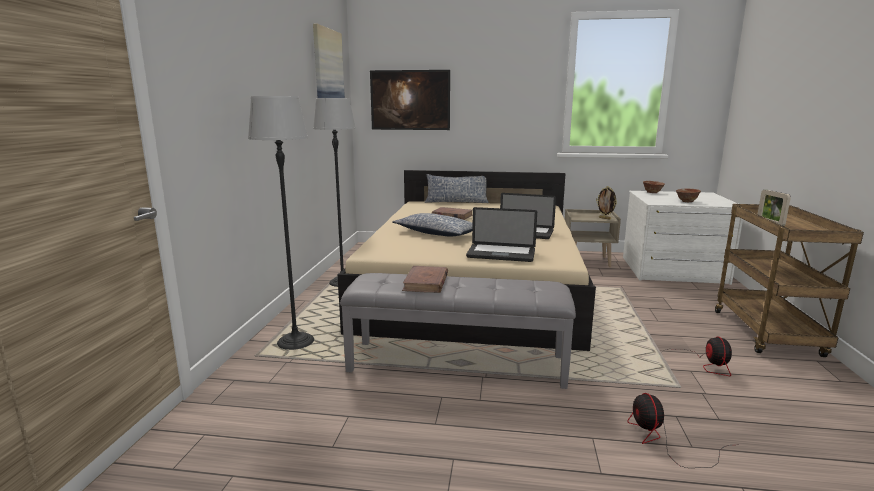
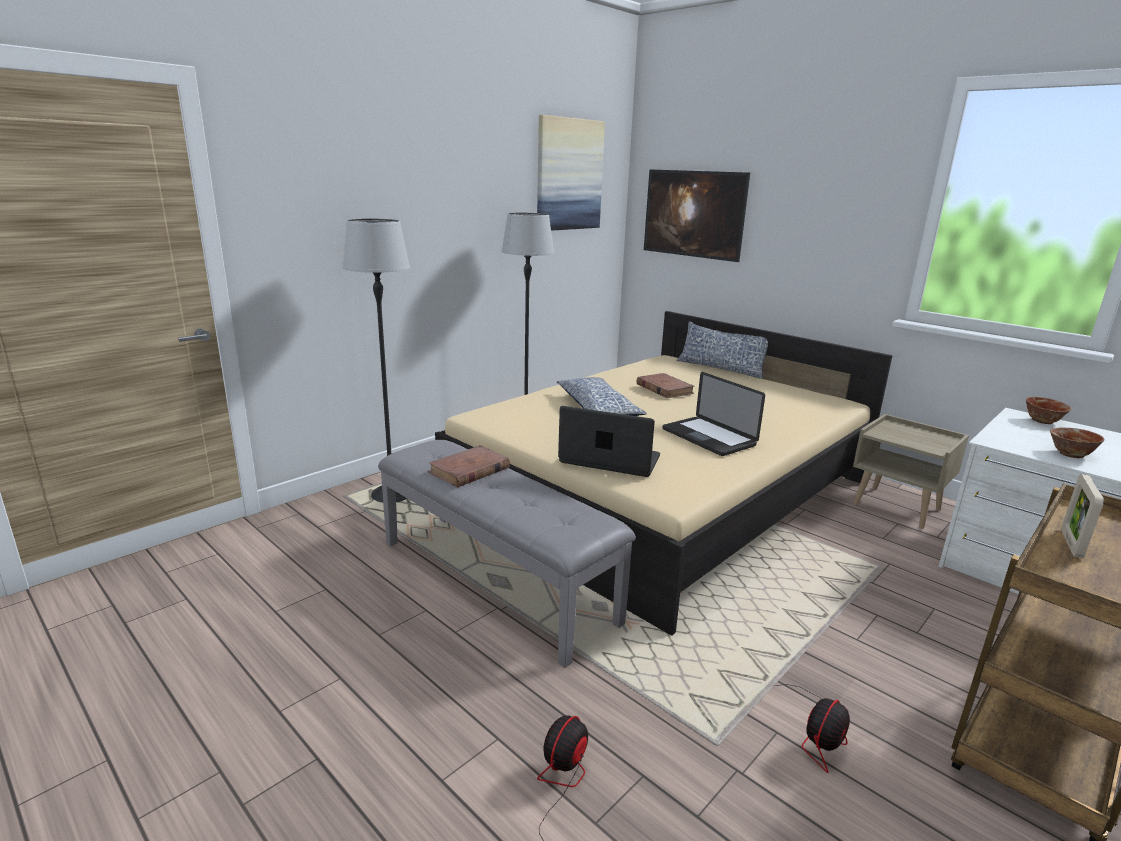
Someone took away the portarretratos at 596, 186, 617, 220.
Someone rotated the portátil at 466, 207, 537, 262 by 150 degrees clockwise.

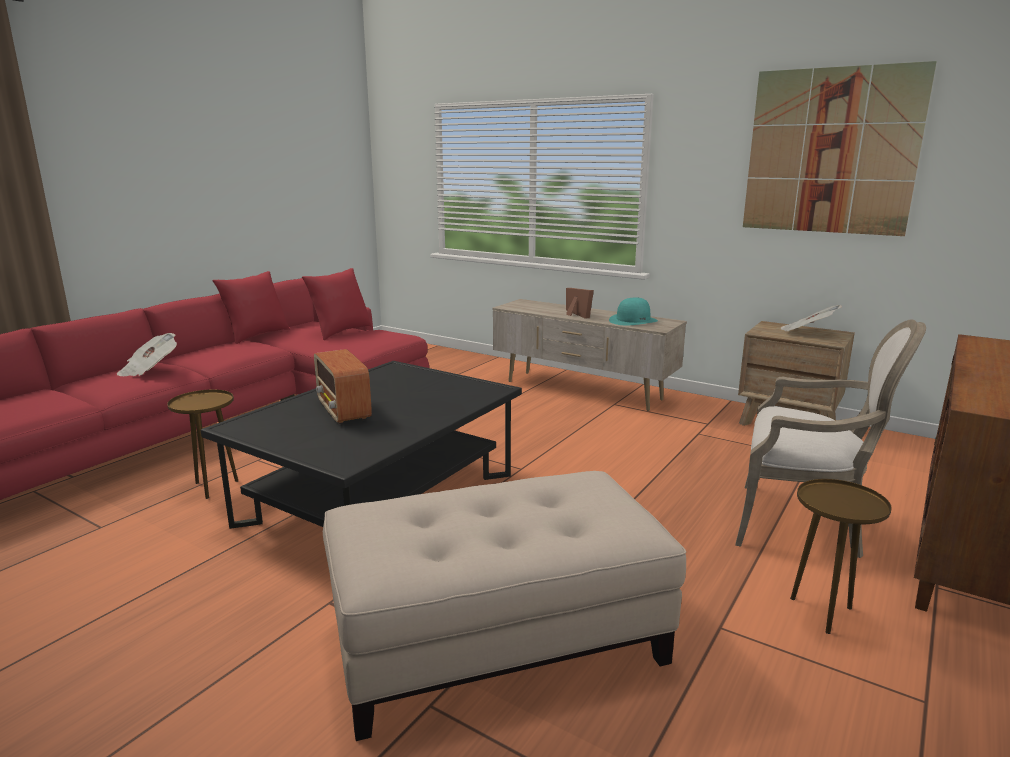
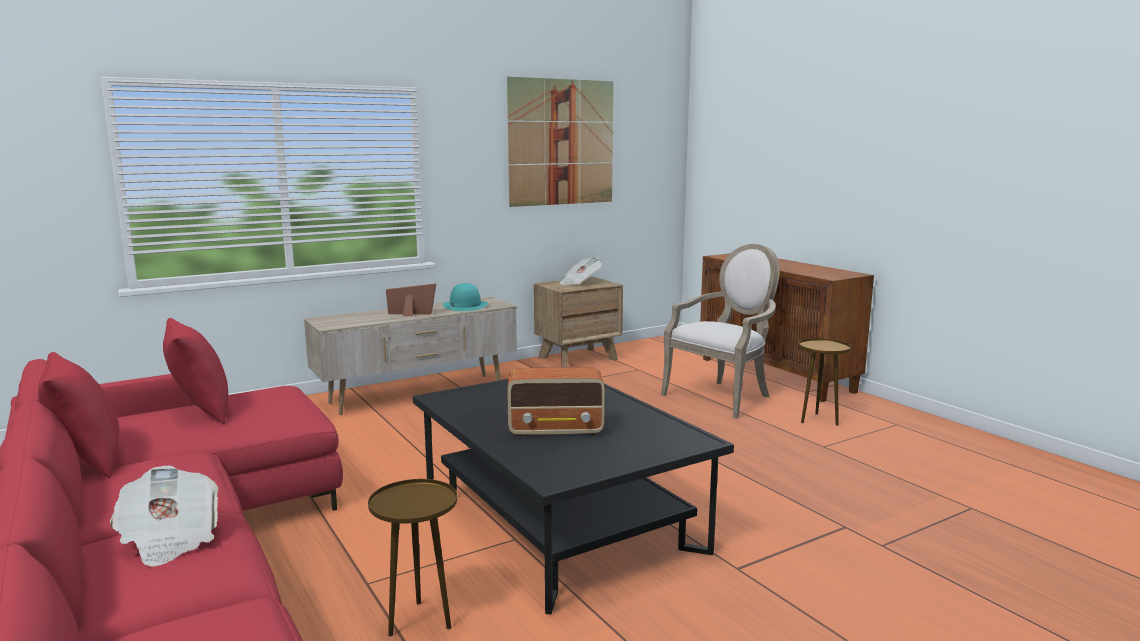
Someone took away the puf (beis) at 323, 471, 686, 741.

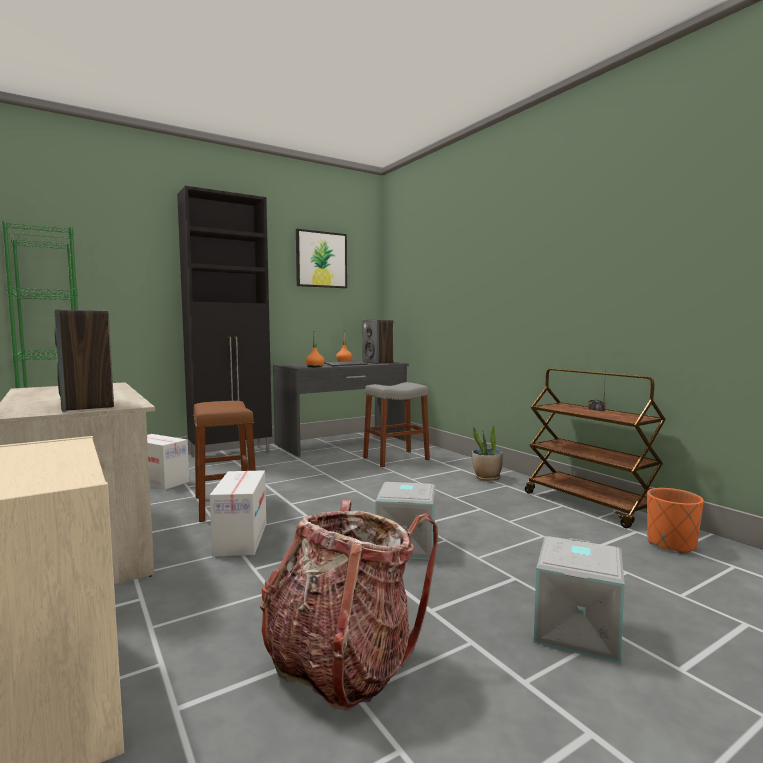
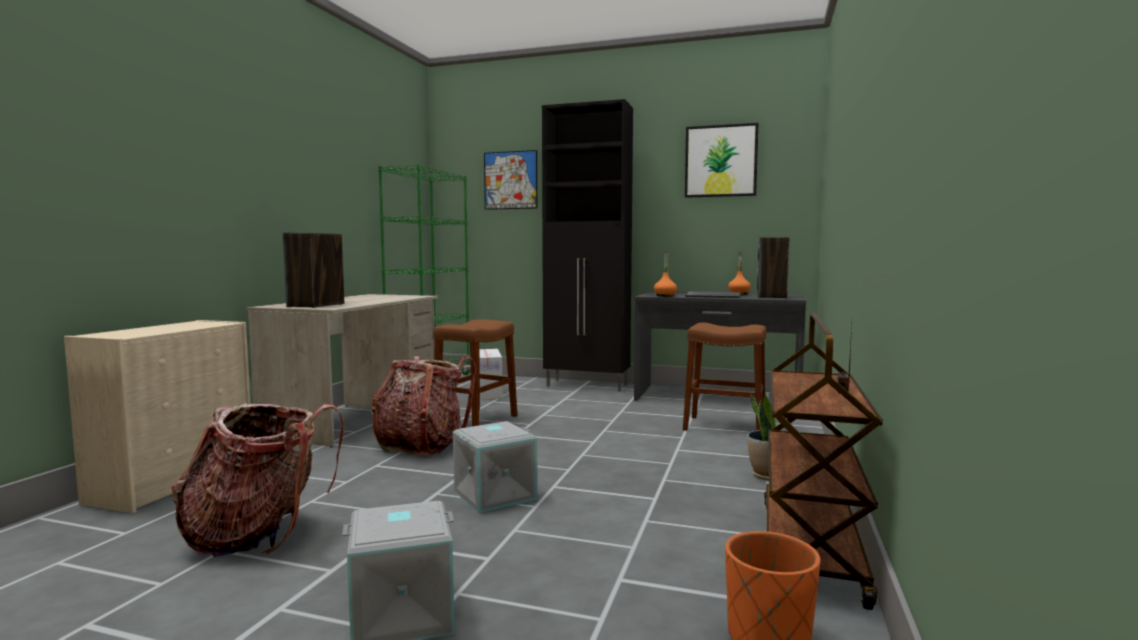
Someone repainted the taburete (gris) at 363, 382, 430, 467, which became the taburete (marrón) at 683, 323, 766, 431.
Someone swapped the caja de cartón at 210, 470, 266, 557 for the mochila at 372, 356, 476, 456.
Someone put up the cuadro at 484, 150, 537, 210.

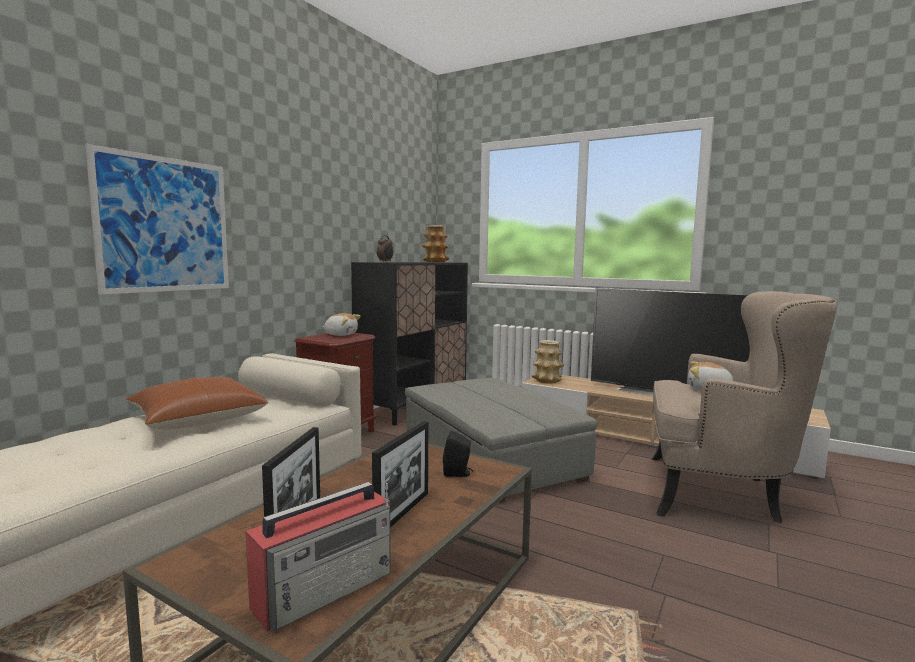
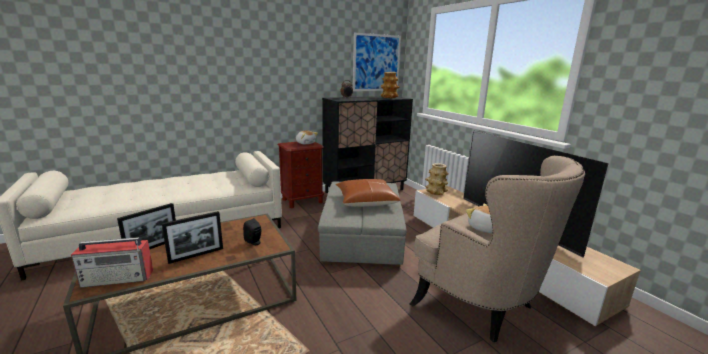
Someone carried the cuadro from 85, 144, 229, 295 to 353, 33, 401, 91.
Someone carried the cojín (marrón) from 125, 377, 268, 429 to 335, 179, 401, 207.

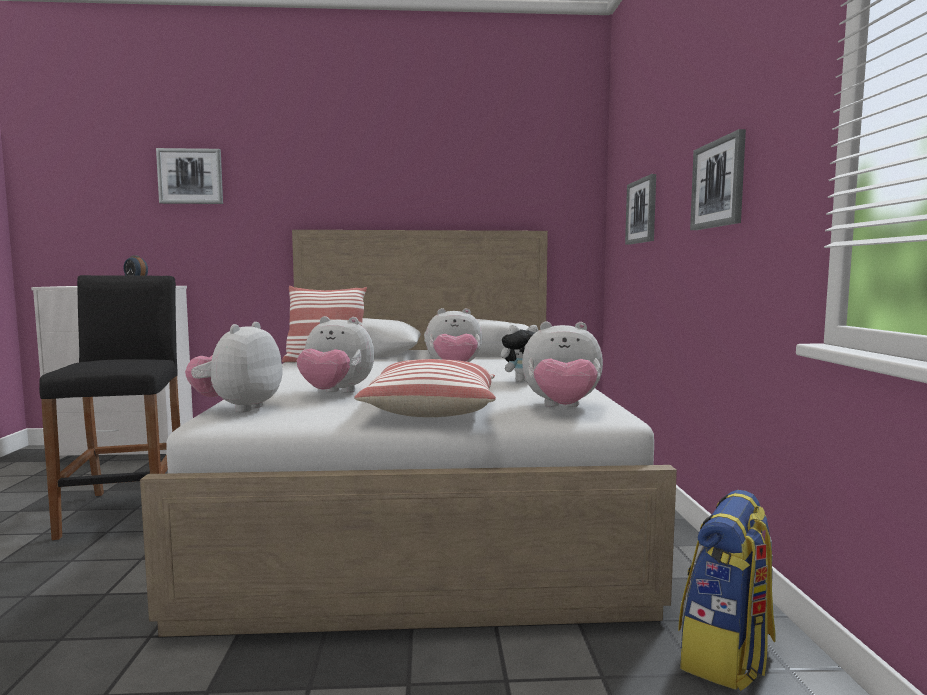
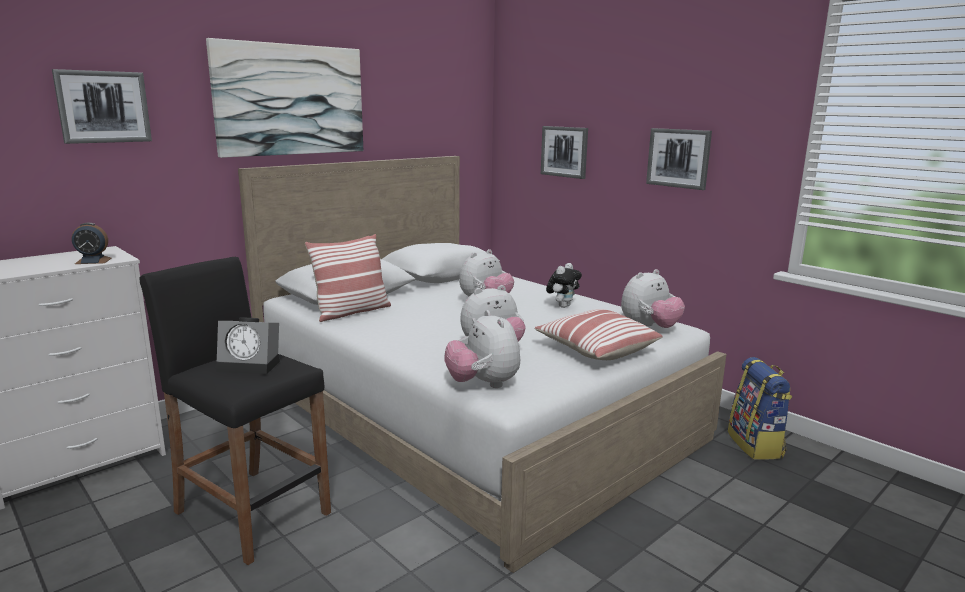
Someone put up the cuadro at 206, 38, 363, 158.
Someone put down the despertador at 216, 317, 280, 375.

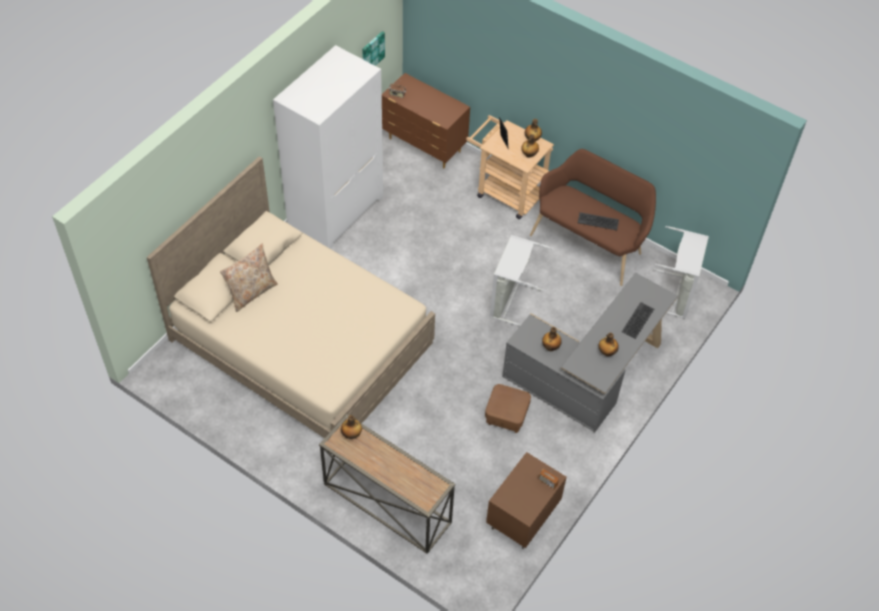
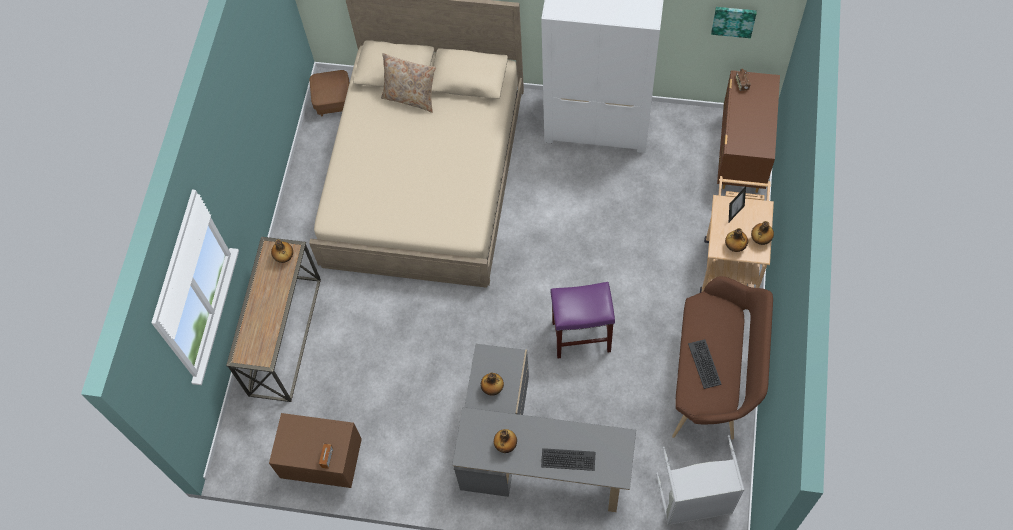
Someone swapped the cesto de la ropa (gris) at 489, 235, 553, 326 for the taburete (morado) at 551, 282, 615, 359.
Someone carried the puf (marrón) from 485, 384, 531, 433 to 309, 70, 349, 116.

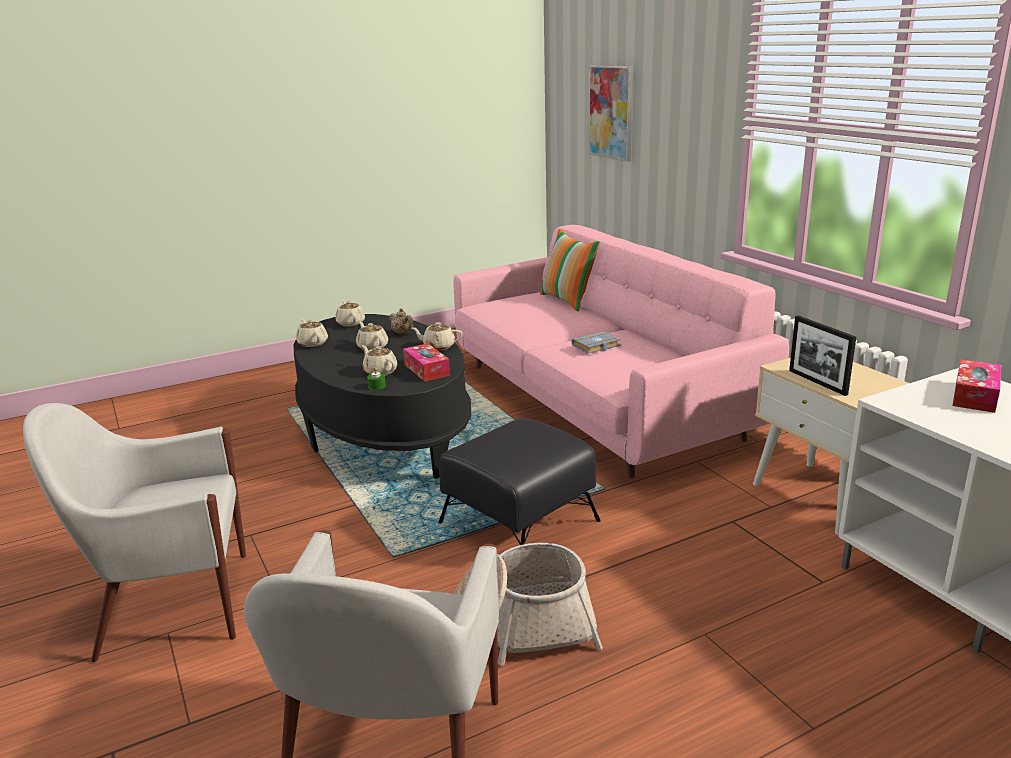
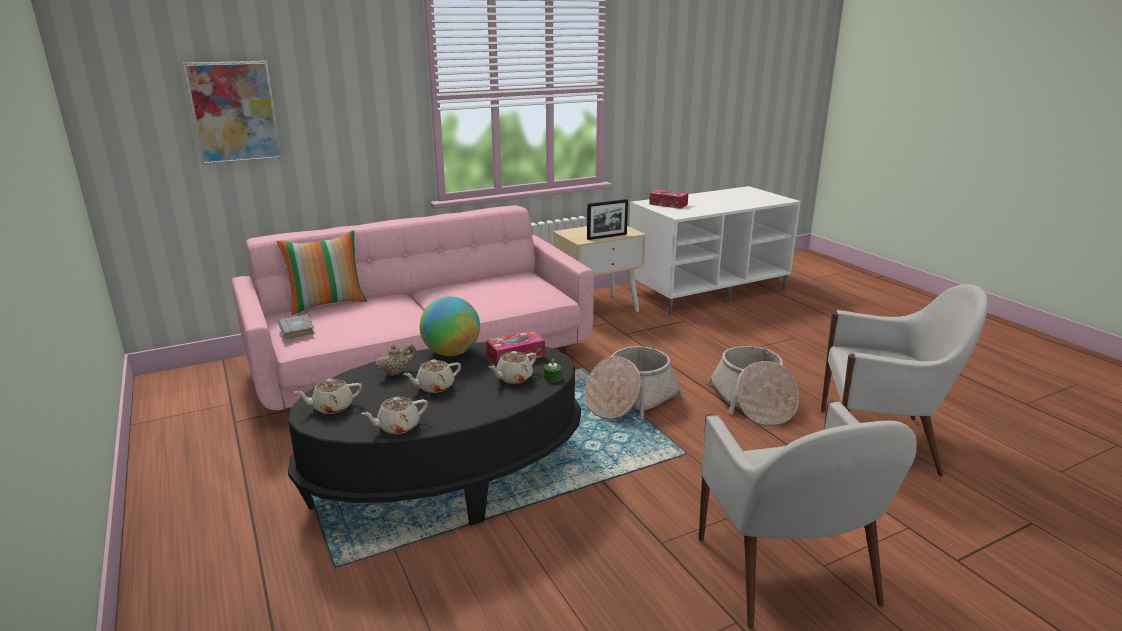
Someone swapped the tetera (beis) at 412, 322, 463, 350 for the globo terráqueo at 420, 296, 480, 356.
Someone carried the libro (gris) from 571, 332, 621, 354 to 278, 314, 315, 339.
Someone swapped the puf (negro) at 438, 418, 601, 545 for the cesta at 585, 346, 684, 419.

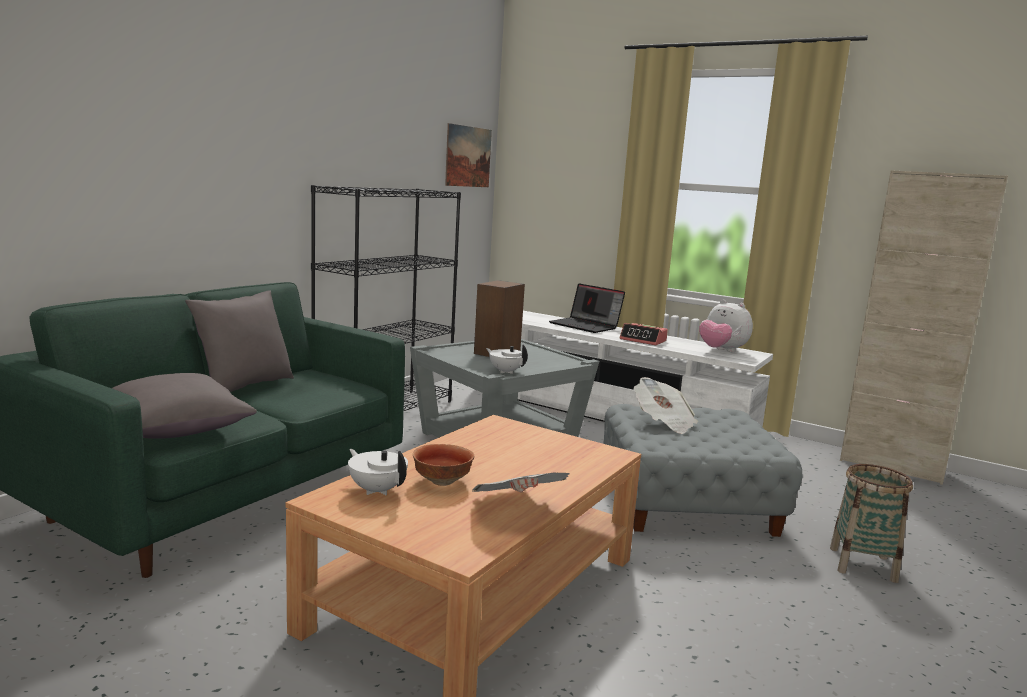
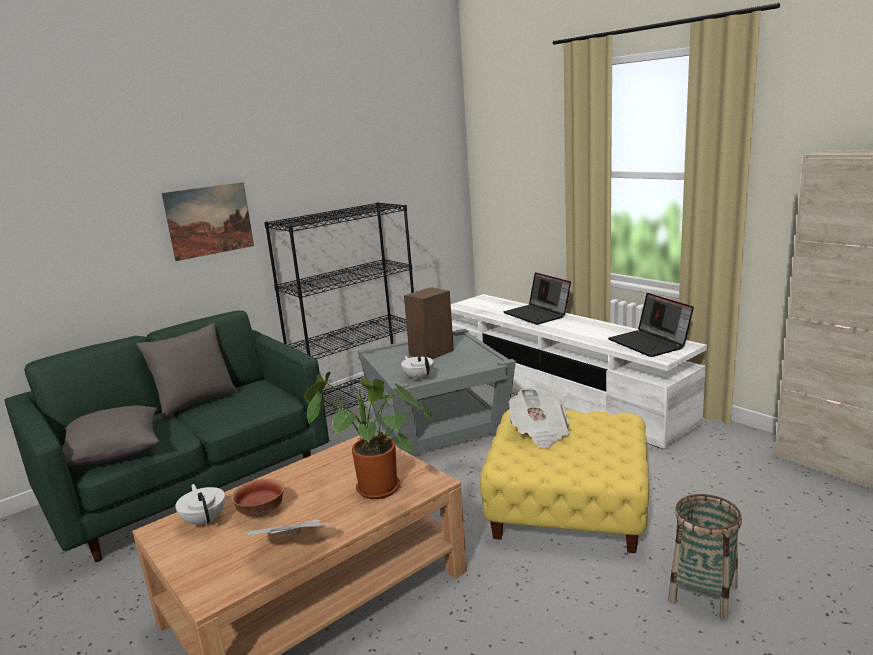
Someone carried the cuadro from 445, 123, 492, 187 to 161, 182, 254, 261.
Someone swapped the peluche at 699, 300, 753, 352 for the portátil at 608, 293, 694, 357.
Someone took away the despertador at 620, 323, 668, 345.
Someone repainted the puf (gris) at 603, 404, 803, 537, which became the puf (amarillo) at 480, 410, 649, 553.
Someone put down the planta en maceta at 304, 372, 434, 499.

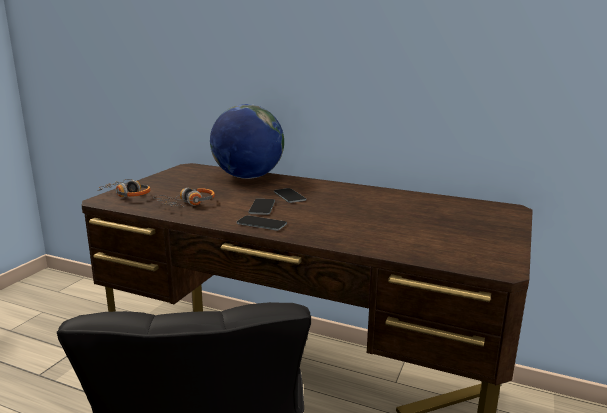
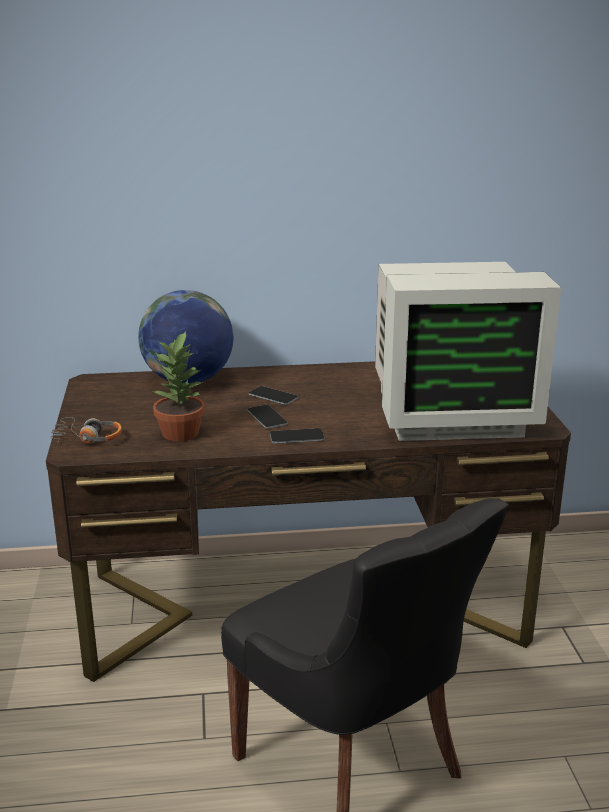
Someone swapped the auriculares at 153, 188, 215, 207 for the planta en maceta at 153, 331, 205, 441.
Someone put down the monitor at 375, 262, 561, 441.

